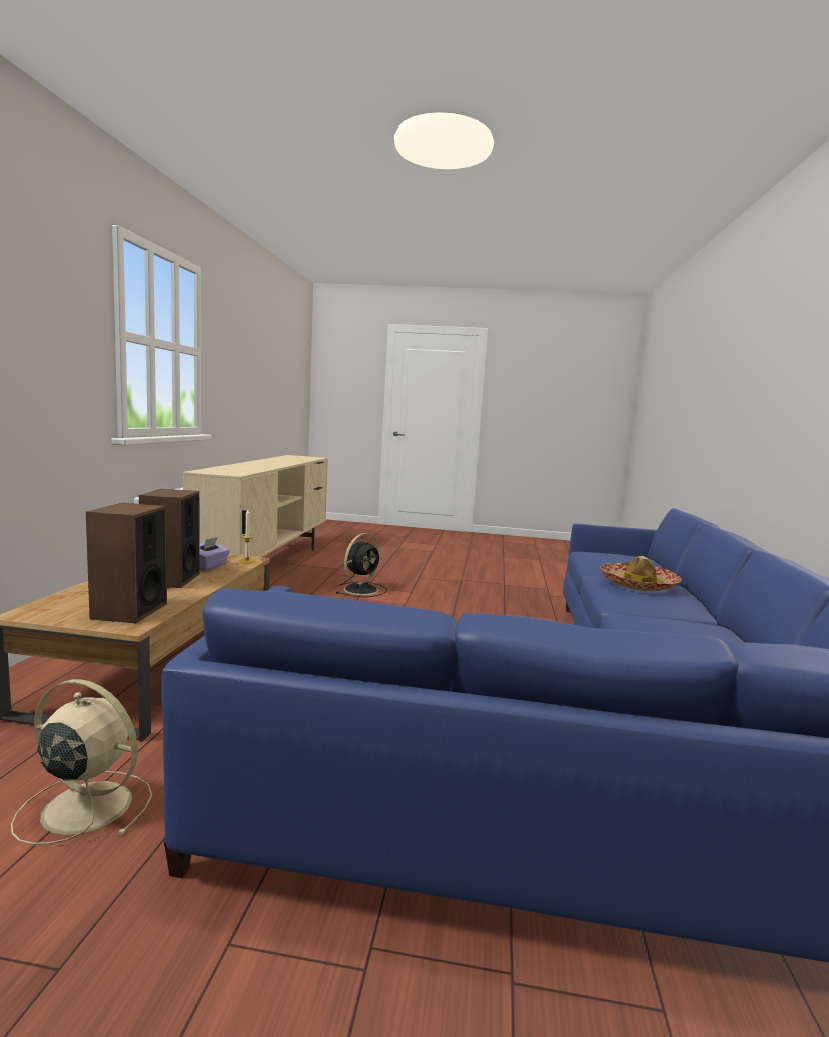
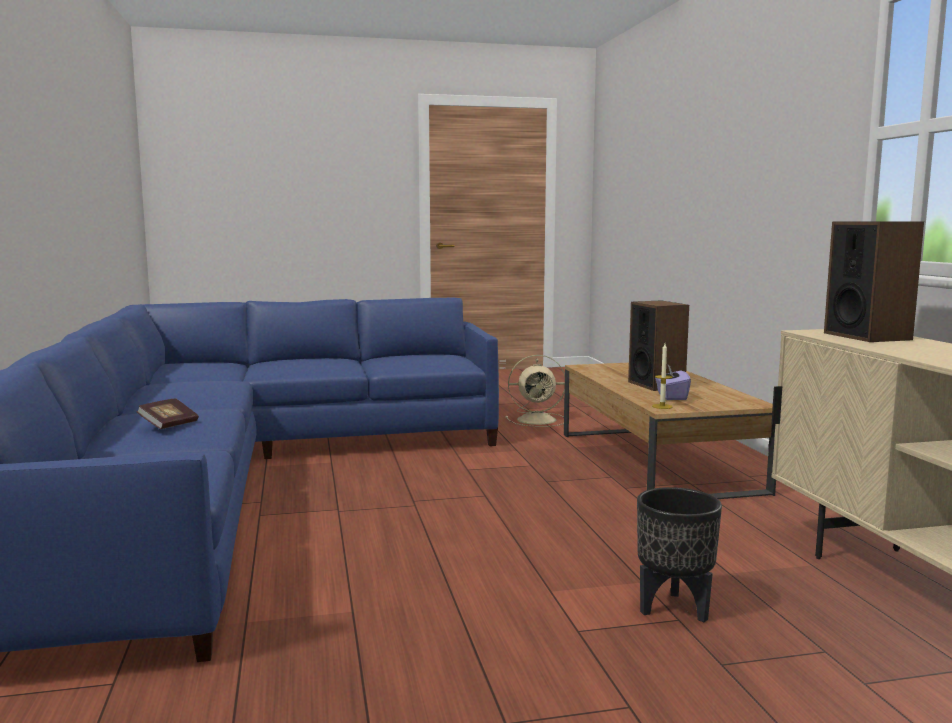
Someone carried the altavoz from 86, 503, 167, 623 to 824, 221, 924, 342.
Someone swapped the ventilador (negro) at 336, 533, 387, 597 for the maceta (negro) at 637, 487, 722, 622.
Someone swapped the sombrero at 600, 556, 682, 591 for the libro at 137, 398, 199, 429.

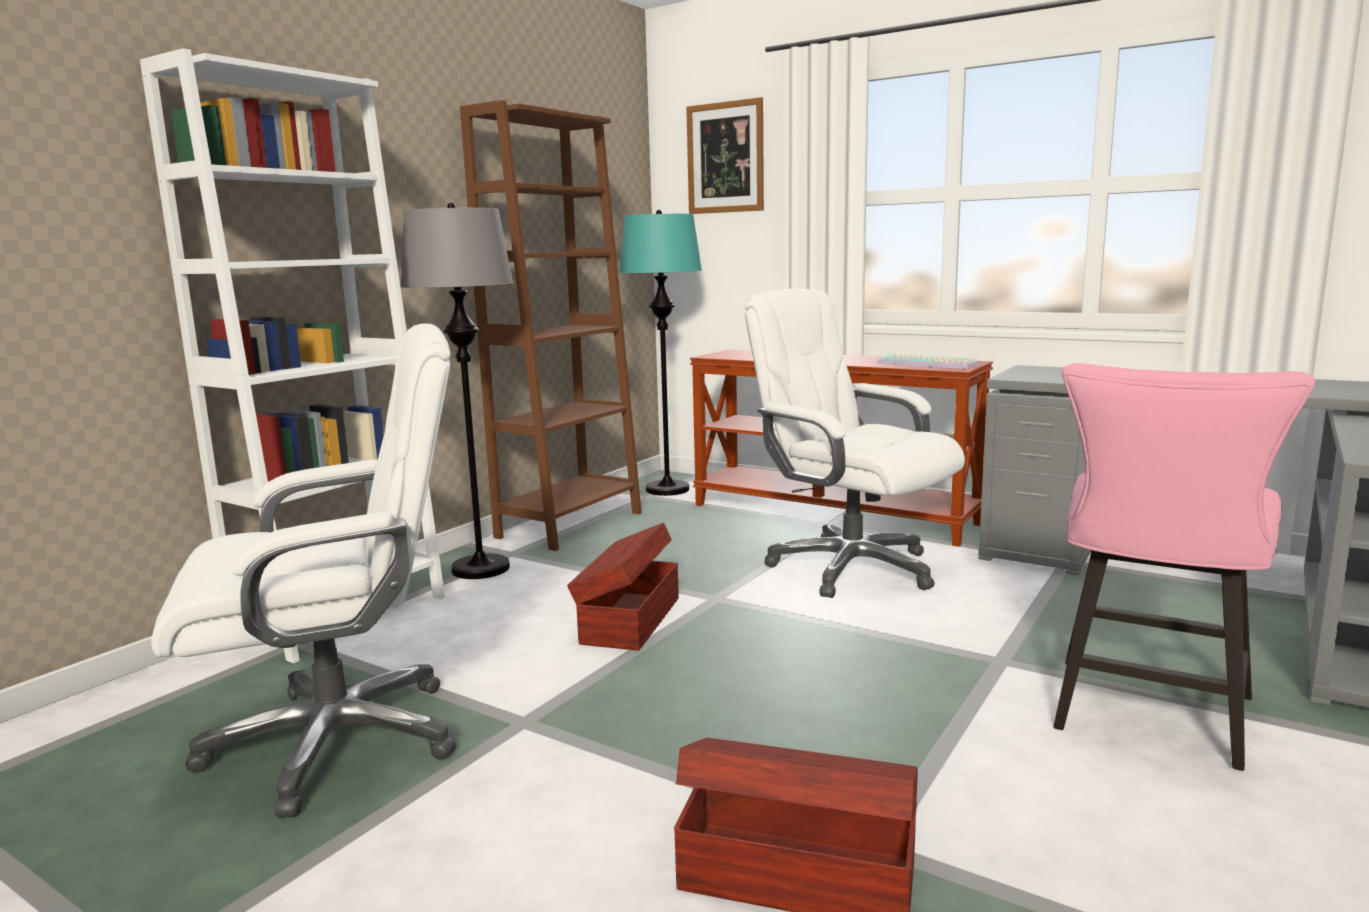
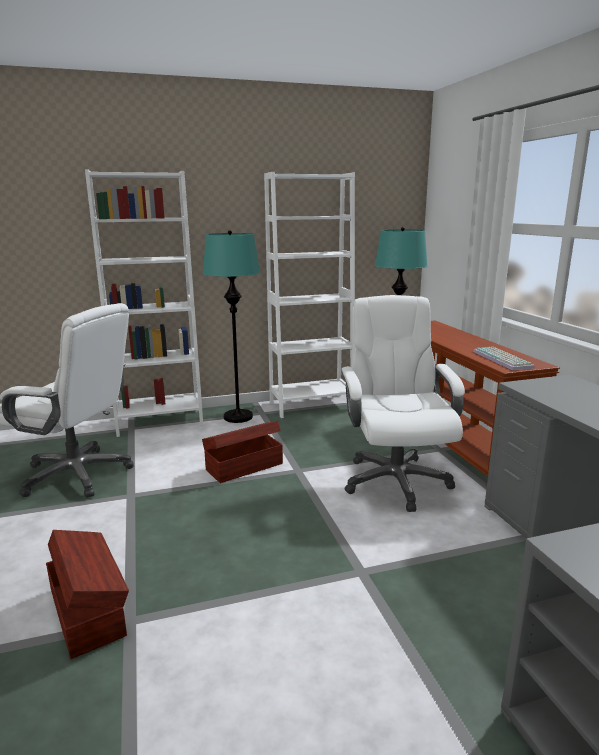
Someone took away the cuadro at 686, 97, 764, 214.
Someone repainted the estantería (marrón) at 460, 100, 642, 551, which became the estantería (blanco) at 264, 172, 355, 418.
Someone repainted the lámpara de pie (gris) at 400, 203, 514, 579, which became the lámpara de pie (turquesa) at 203, 230, 260, 423.
Someone took away the silla (rosa) at 1053, 363, 1315, 771.

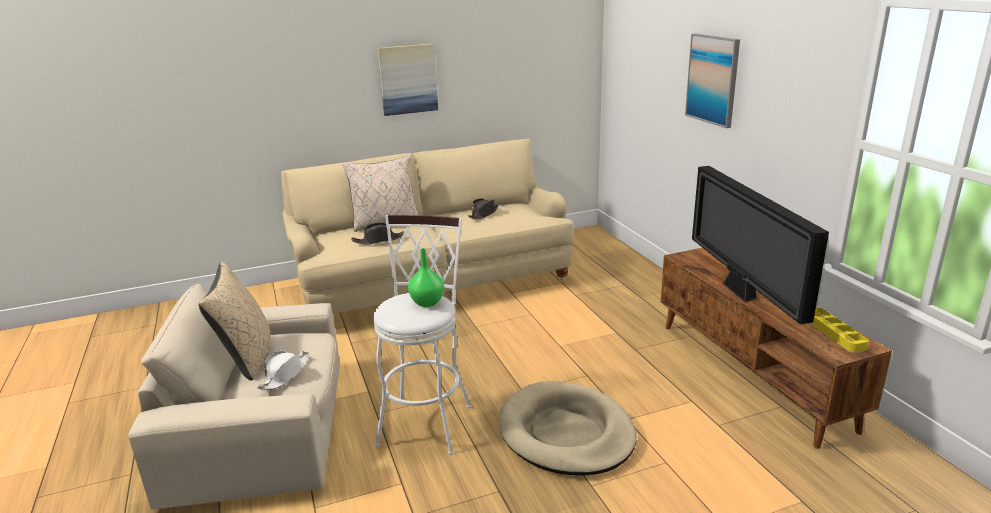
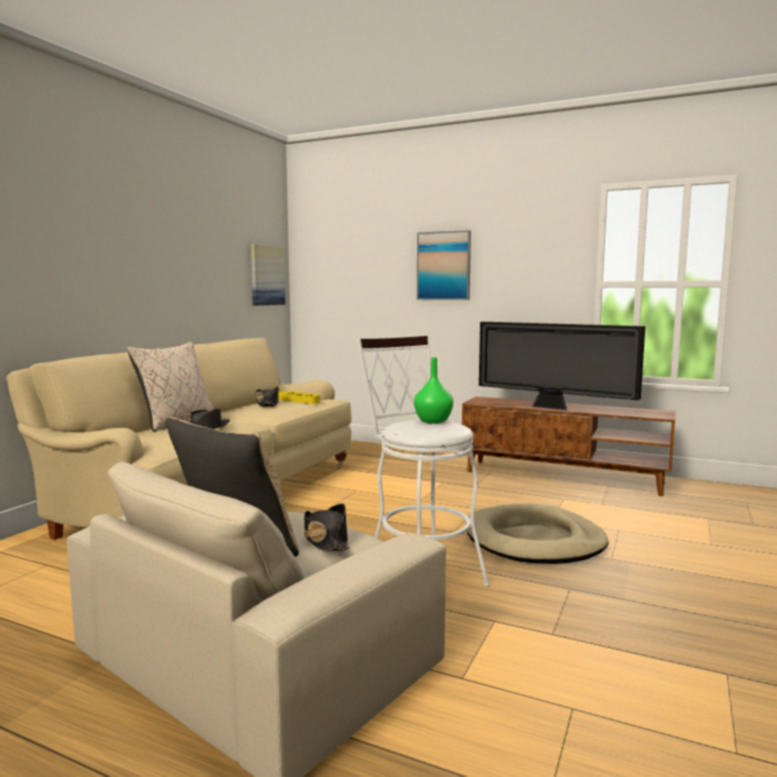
Someone carried the cuadro from 377, 44, 438, 116 to 251, 244, 286, 305.
Someone carried the bandeja (amarillo) from 810, 308, 869, 353 to 278, 391, 320, 404.
Someone repainted the sombrero (blanco) at 257, 350, 309, 390, which became the sombrero (negro) at 304, 503, 349, 551.

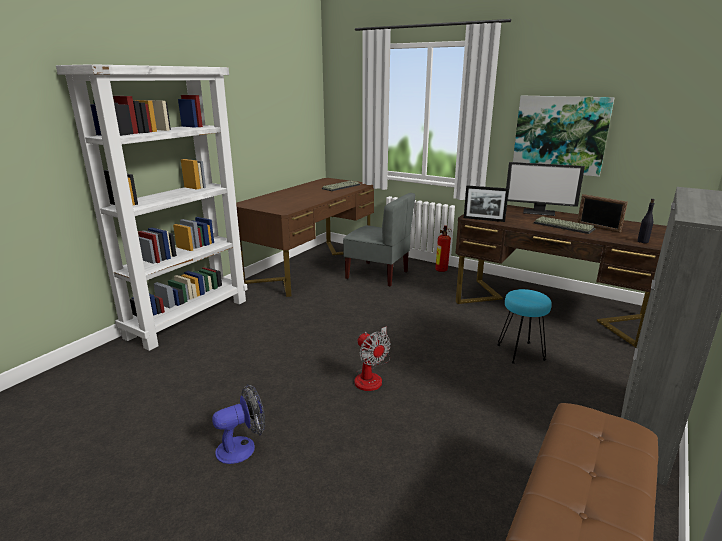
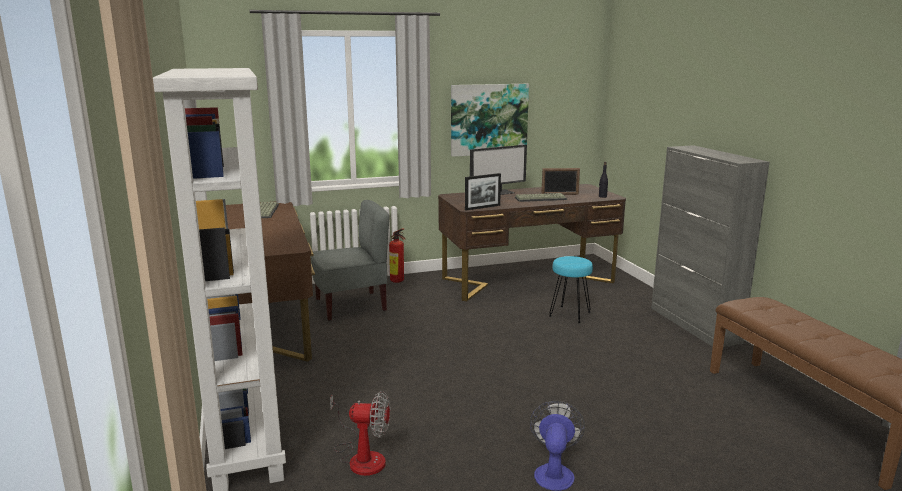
Someone carried the ventilador from 354, 326, 390, 391 to 330, 391, 390, 476.

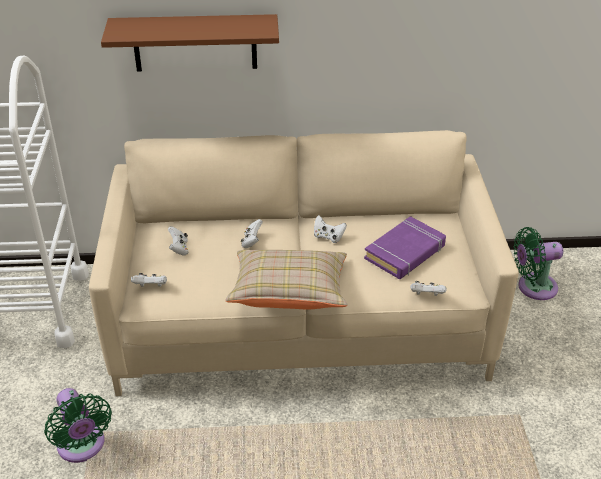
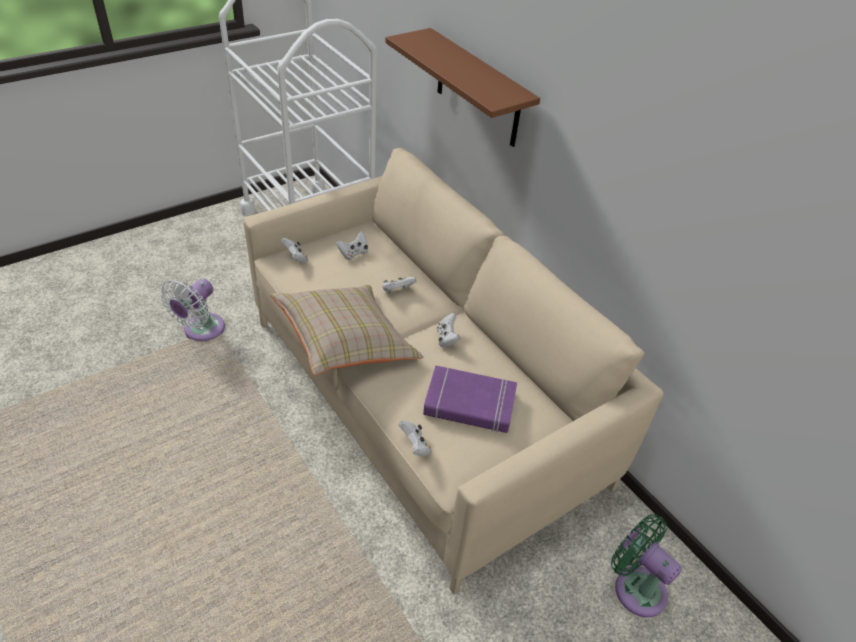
Someone repainted the ventilador (verde) at 44, 388, 112, 463, which became the ventilador (blanco) at 160, 279, 225, 341.

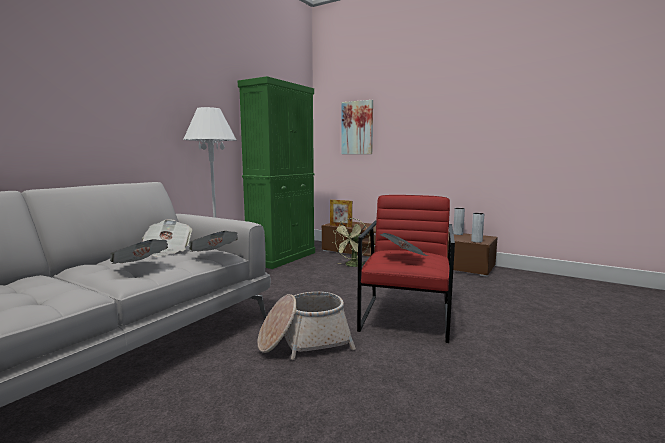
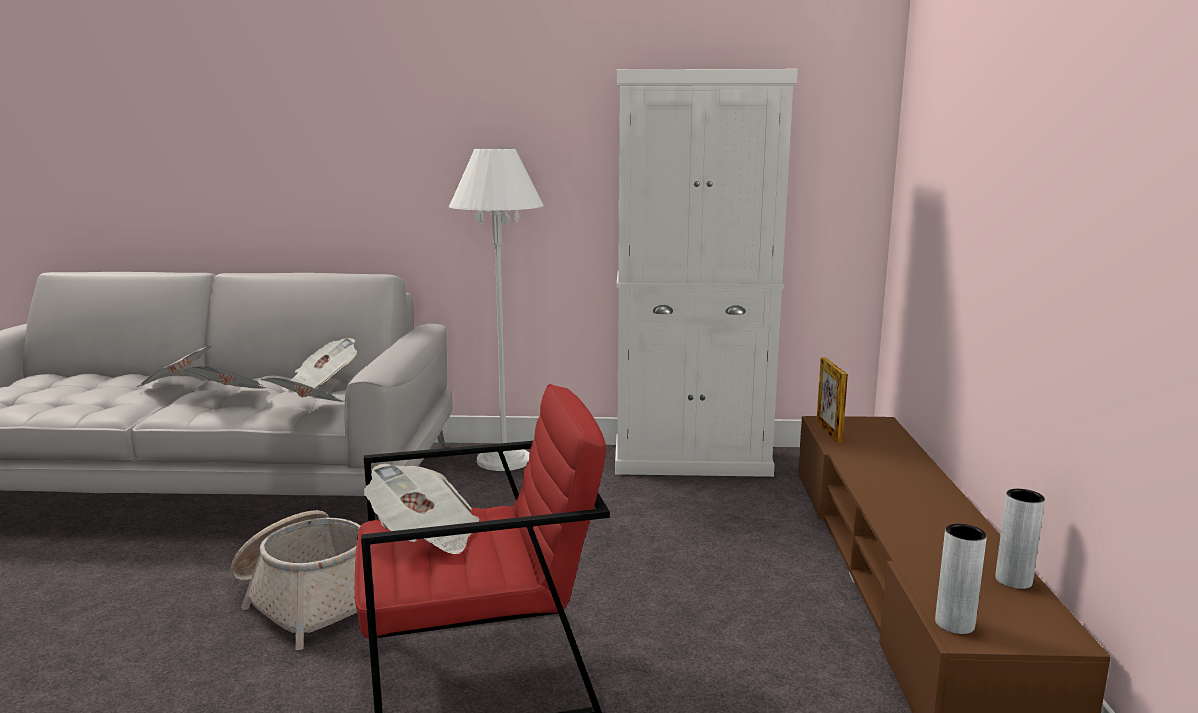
Someone repainted the armario (verde) at 238, 76, 315, 269, which became the armario (blanco) at 615, 69, 797, 477.
Someone took away the cuadro at 341, 100, 373, 154.
Someone took away the ventilador (verde) at 333, 218, 370, 267.
Someone put down the periódico at 137, 346, 212, 387.

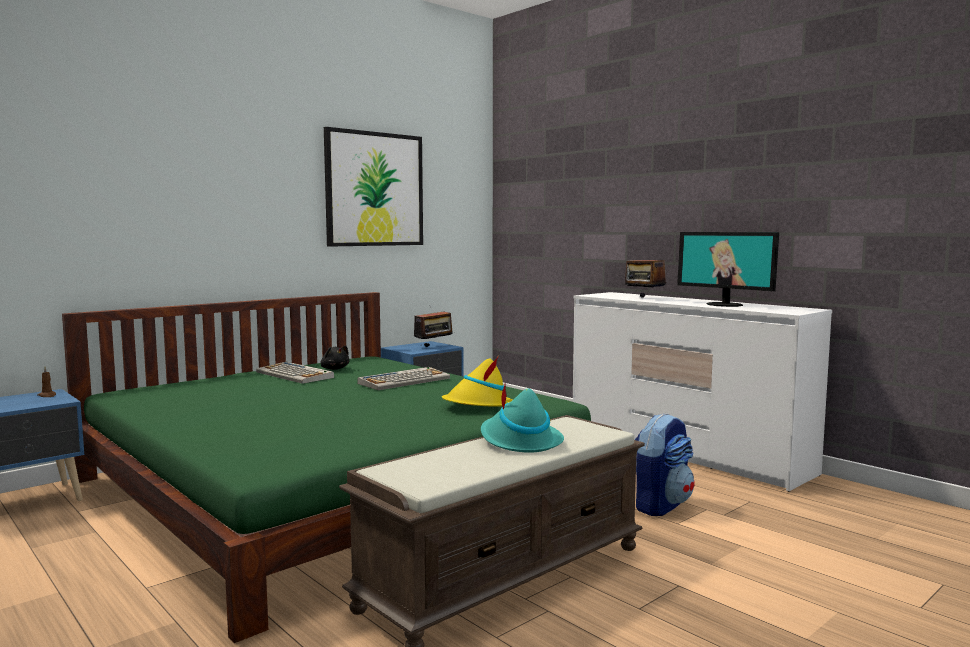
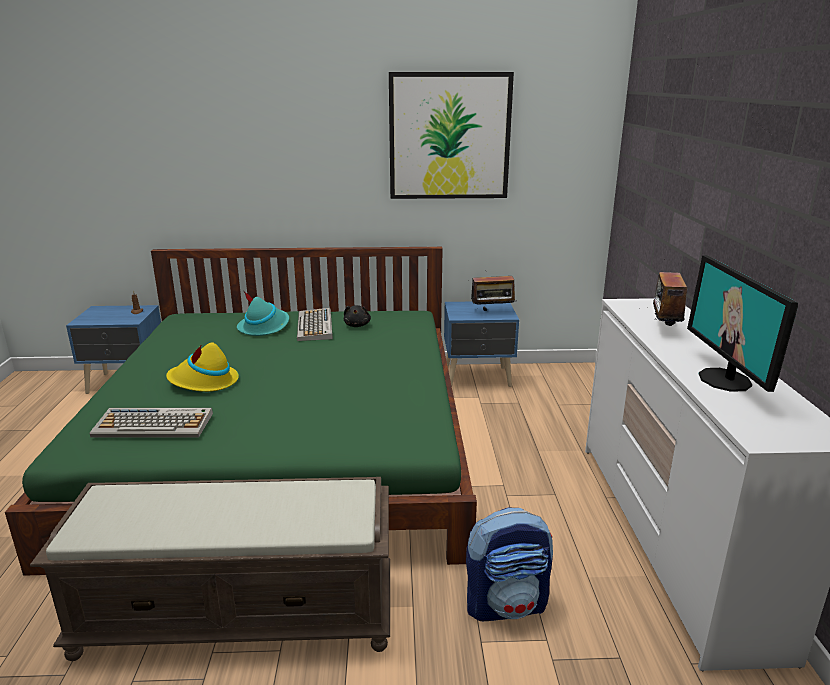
Someone carried the sombrero (amarillo) from 442, 356, 512, 407 to 166, 342, 239, 392.
Someone carried the teclado from 357, 367, 450, 390 to 90, 408, 213, 438.
Someone carried the sombrero (turquesa) from 481, 383, 564, 453 to 237, 291, 289, 336.

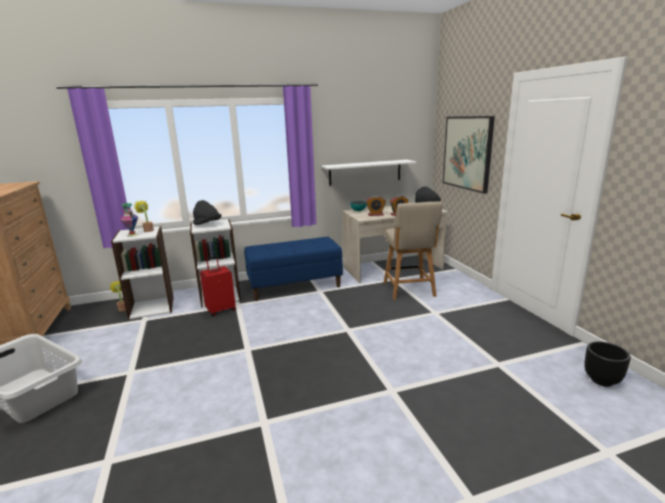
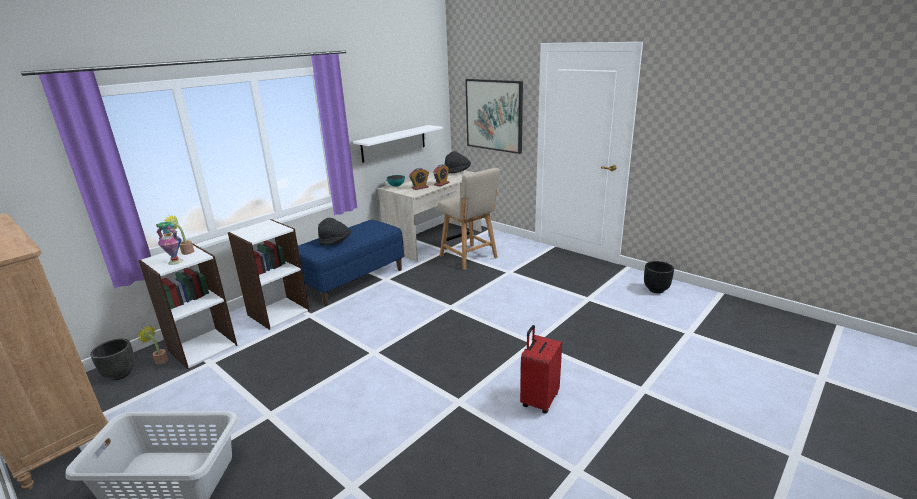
Someone carried the sombrero (negro) from 193, 200, 221, 225 to 318, 218, 351, 245.
Someone carried the maleta (rojo) from 200, 256, 236, 316 to 520, 325, 562, 414.
Someone put down the maceta (negro) at 90, 338, 135, 380.

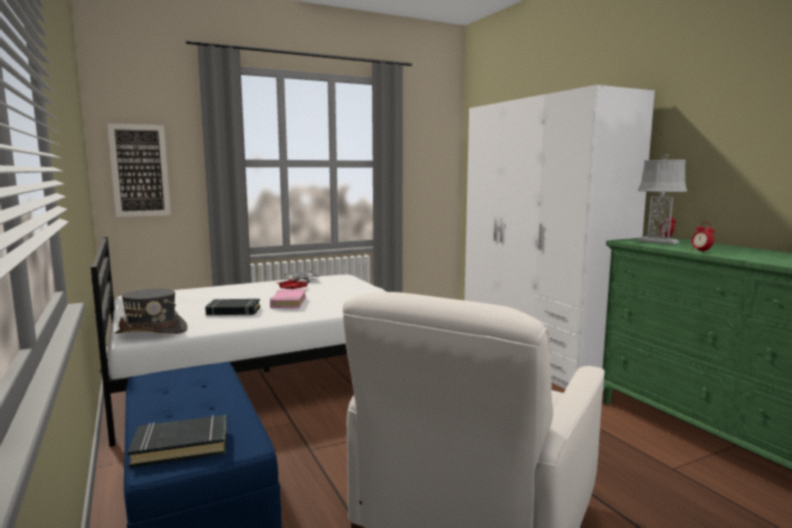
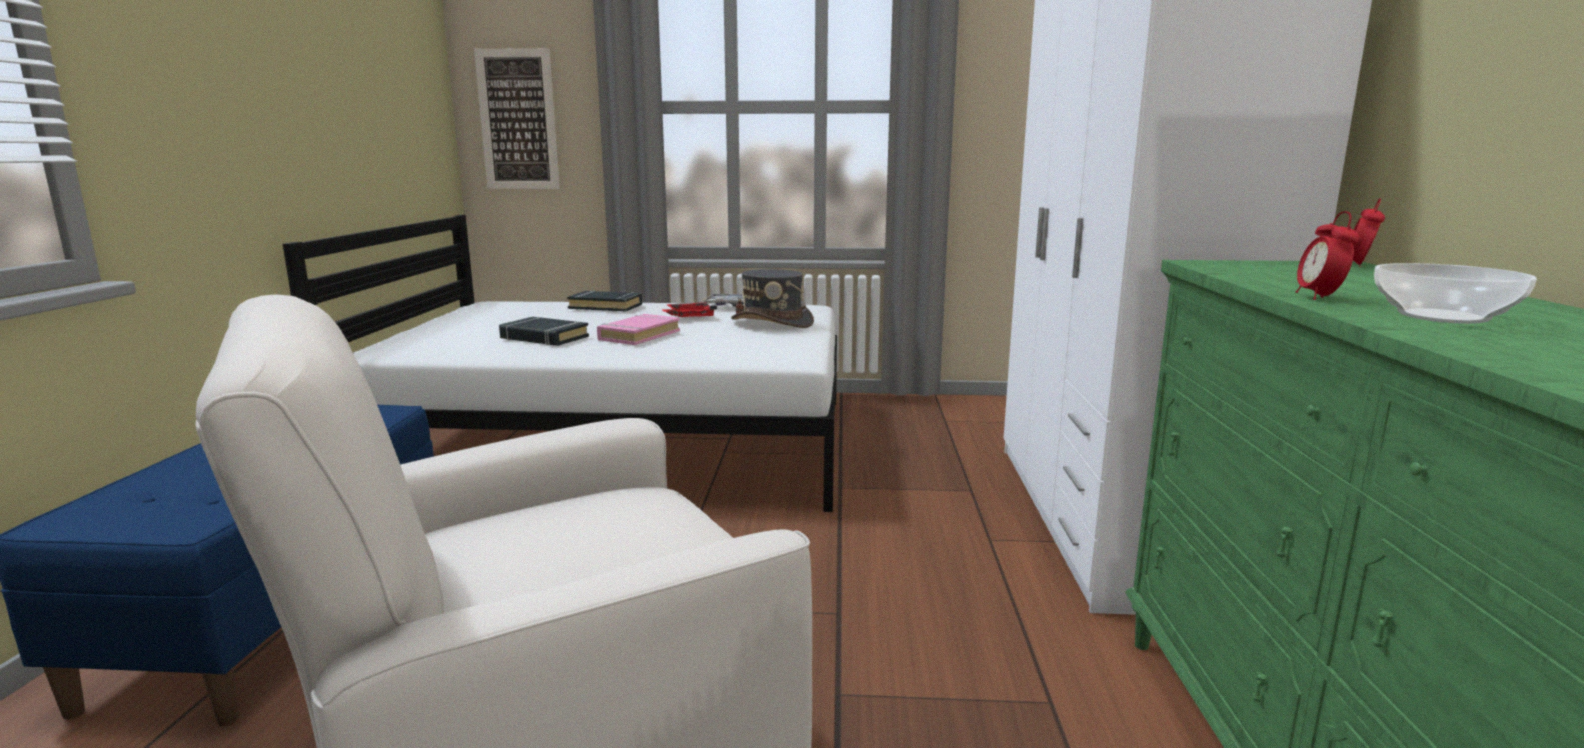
Someone took away the lámpara de mesa (gris) at 637, 154, 687, 244.
Someone carried the sombrero (gris) from 115, 289, 187, 334 to 731, 269, 814, 328.
Someone carried the libro (negro) from 128, 415, 227, 468 to 567, 290, 642, 311.
Someone put down the cuenco at 1374, 263, 1537, 324.

